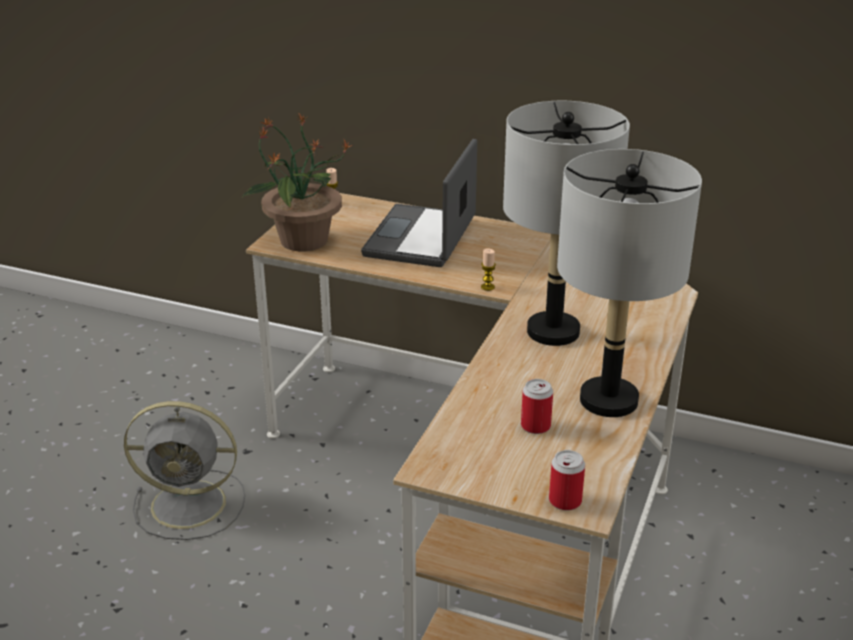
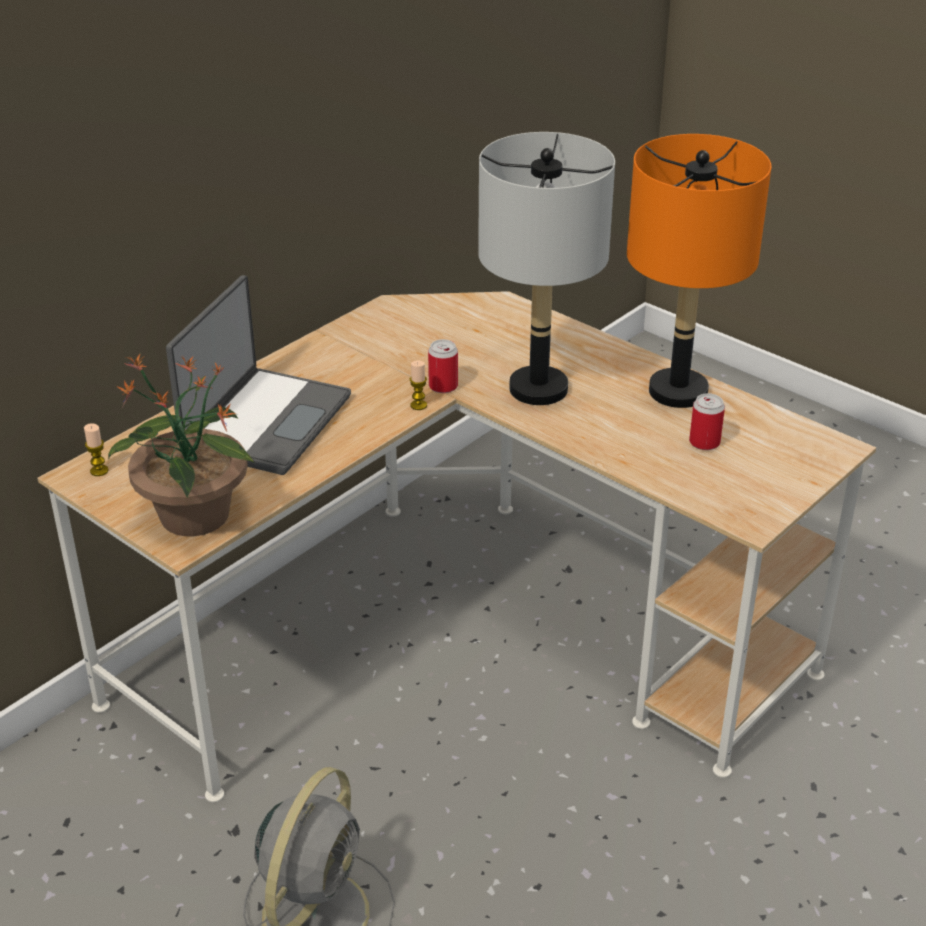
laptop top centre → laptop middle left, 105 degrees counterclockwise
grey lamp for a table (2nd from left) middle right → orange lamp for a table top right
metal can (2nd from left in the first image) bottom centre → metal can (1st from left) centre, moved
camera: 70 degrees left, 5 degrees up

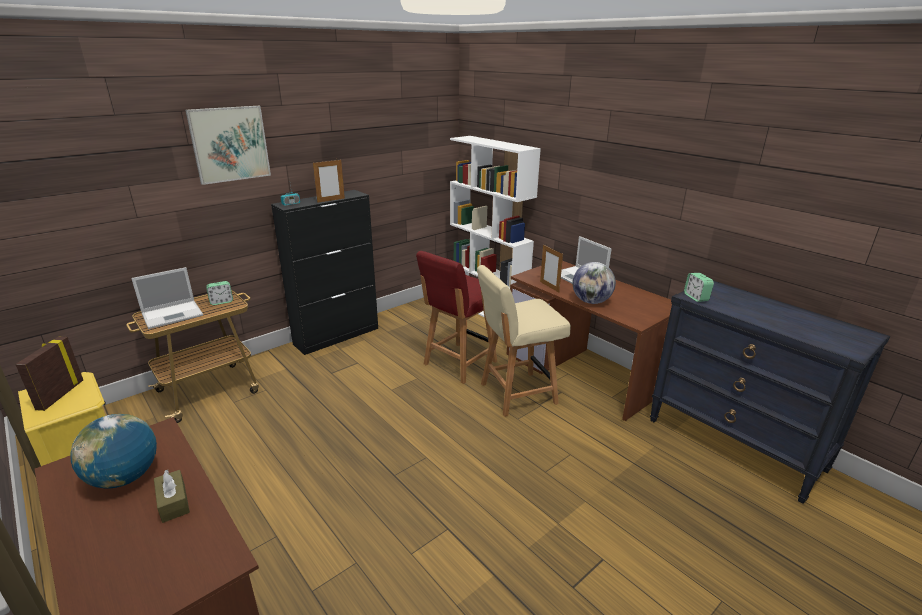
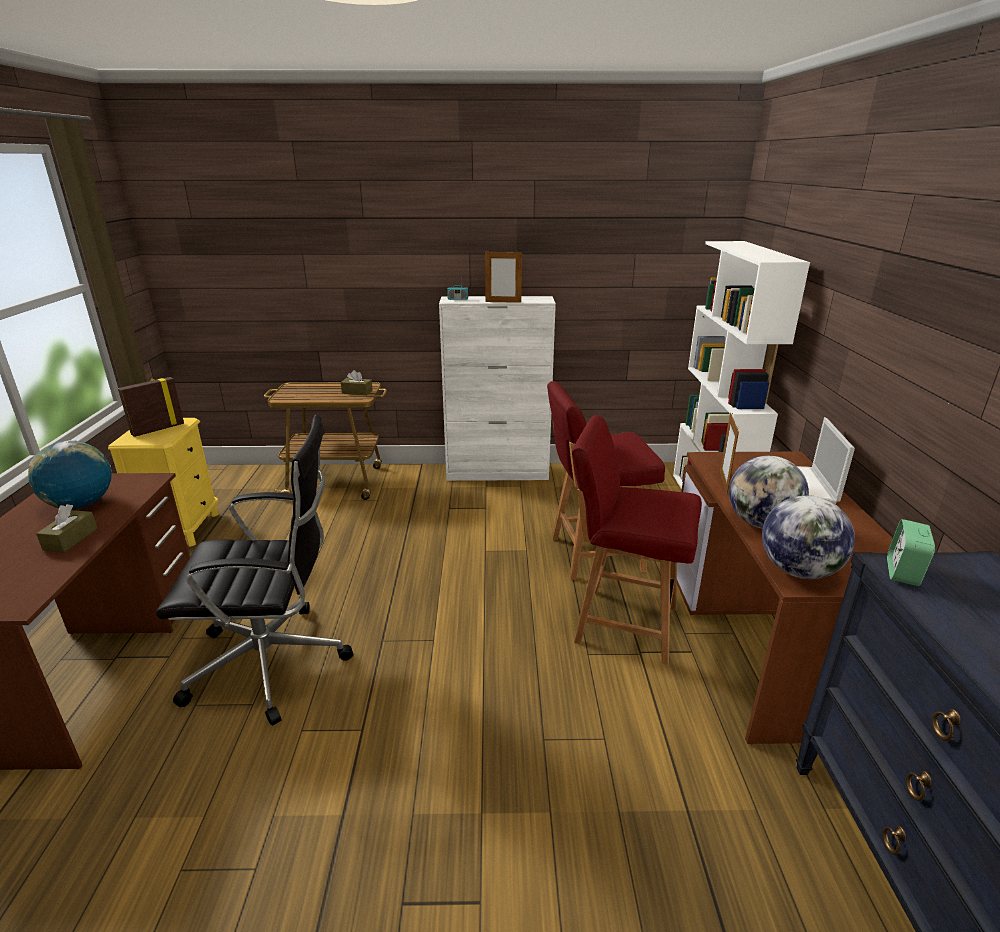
wall art top left → -
blackish storage cabinet centre → white-coloured storage cabinet centre
sand-coloured plain chair centre → red plain chair (2nd from left) centre
laptop (1st from left) middle left → -
bedside clock (1st from left) middle left → brownish box of tissues (2nd from left) centre
- → blackish desk chair middle left
- → desk globe (3rd from left) middle right
camera: 40 degrees right, 0 degrees up

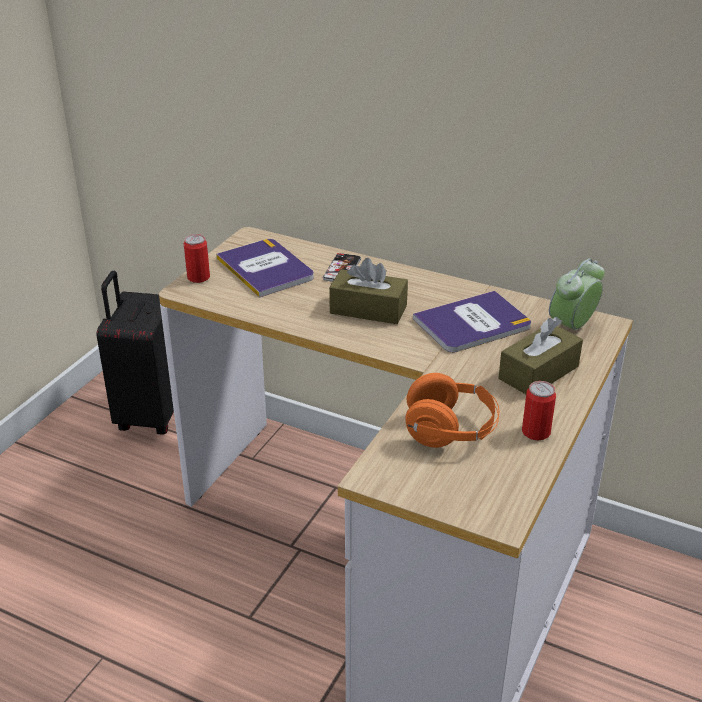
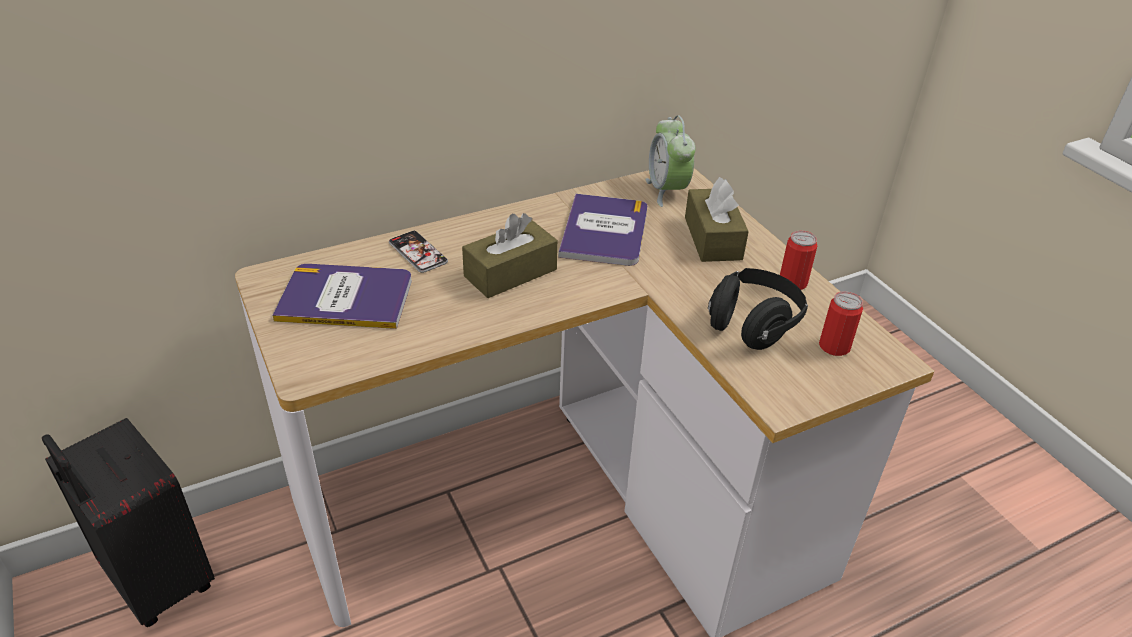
metal can (1st from left in the first image) middle left → metal can (2nd from left) middle right, moved
orange headset centre → blackish headset middle right
camera: 55 degrees left, 5 degrees up

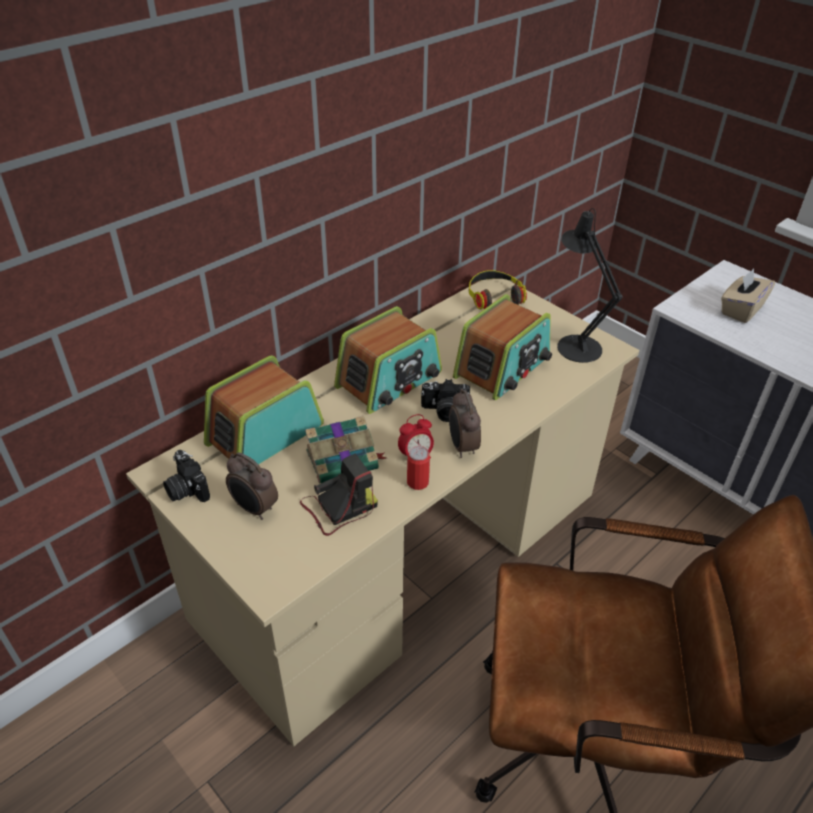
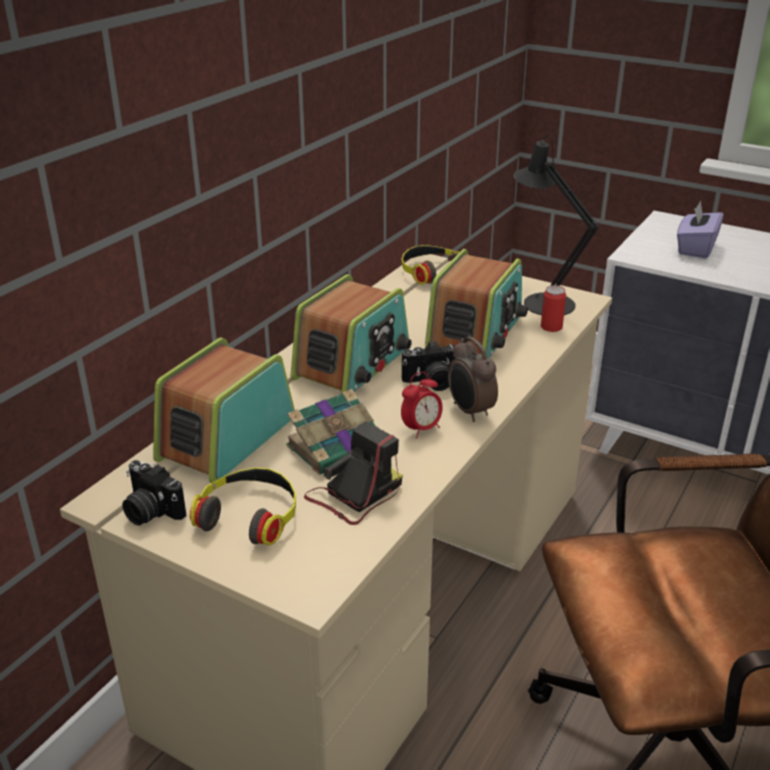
sand-coloured box of tissues middle right → purplish box of tissues top right
metal can centre → metal can middle right, moved
bedside clock (1st from left) middle left → headset (1st from left) middle left
camera: 15 degrees left, 10 degrees down

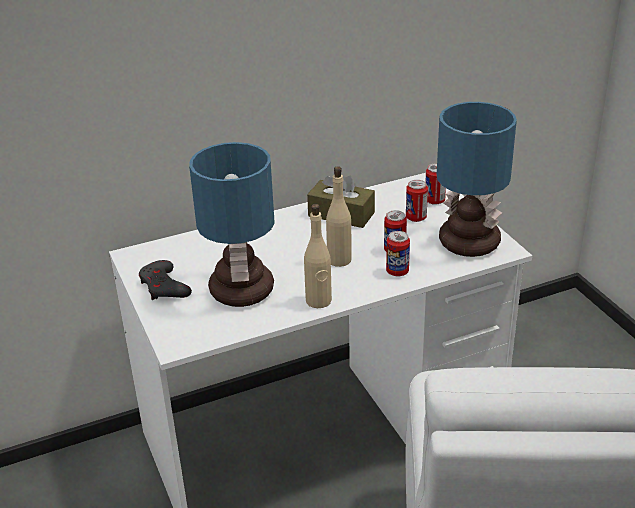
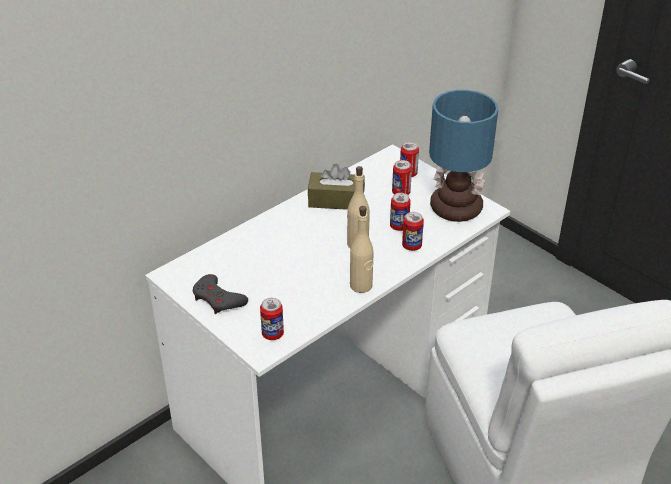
lamp for a table (1st from left) centre → -
- → metal can (1st from left) centre
camera: 20 degrees left, 5 degrees up

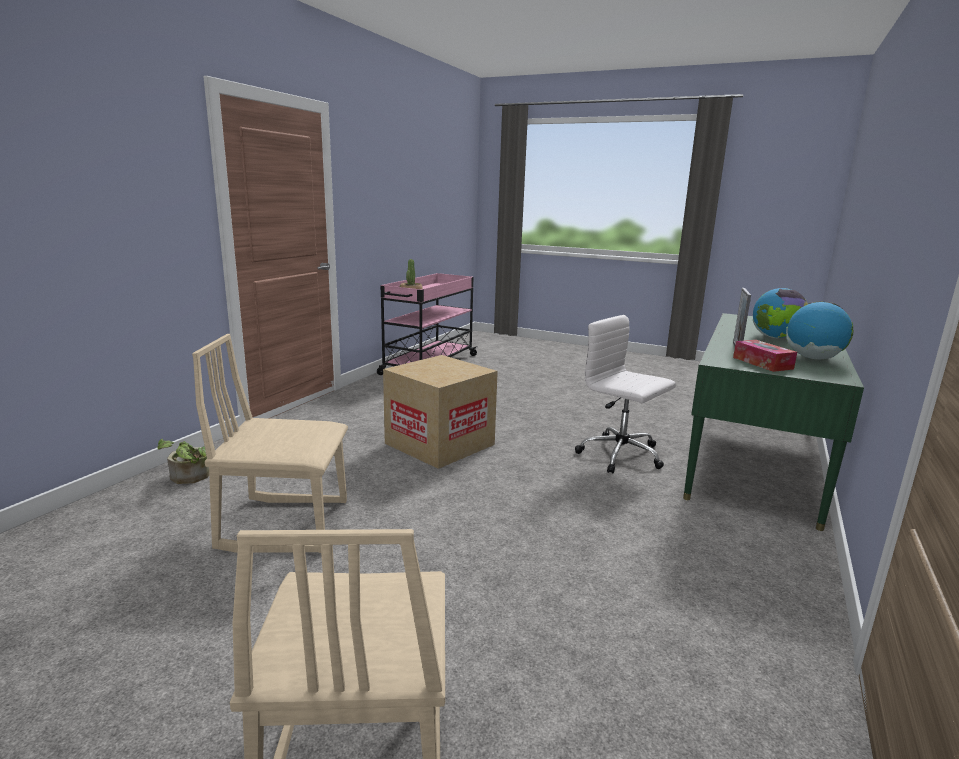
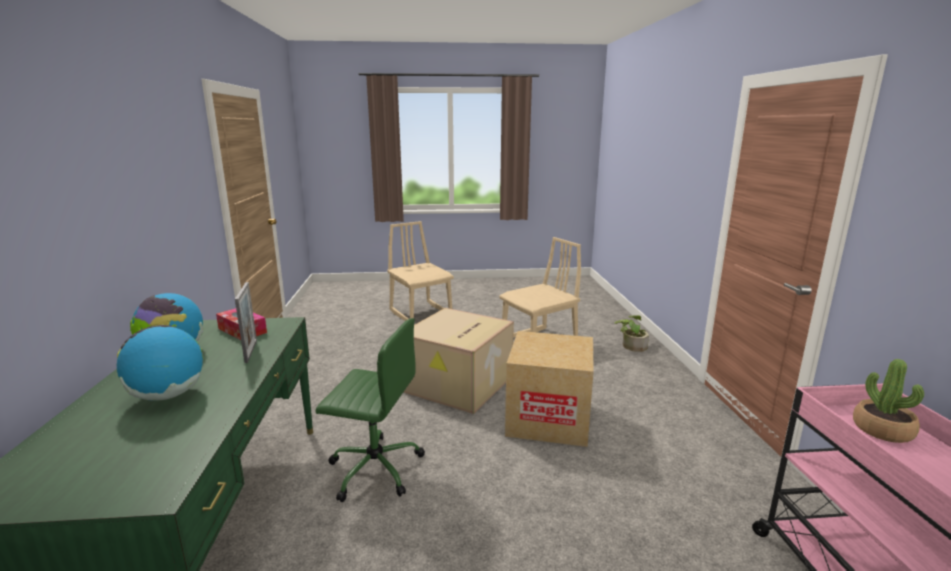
white-coloured desk chair centre → green desk chair bottom centre
- → cardboard box (1st from left) centre
camera: 150 degrees right, 0 degrees up

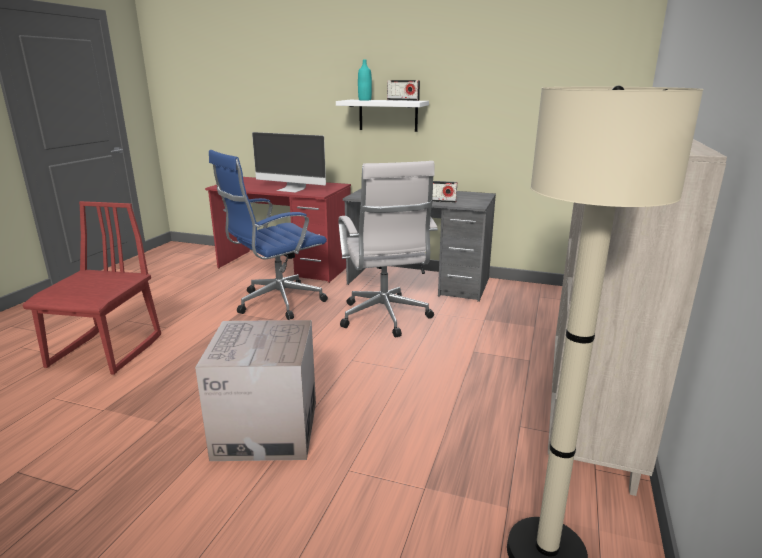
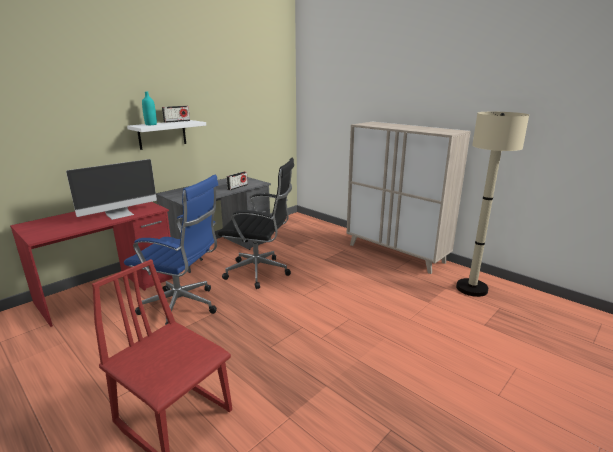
blue desk chair centre → blue desk chair middle left, 60 degrees counterclockwise
white-coloured desk chair centre → blackish desk chair centre
cardboard box bottom centre → -
camera: 65 degrees left, 0 degrees up

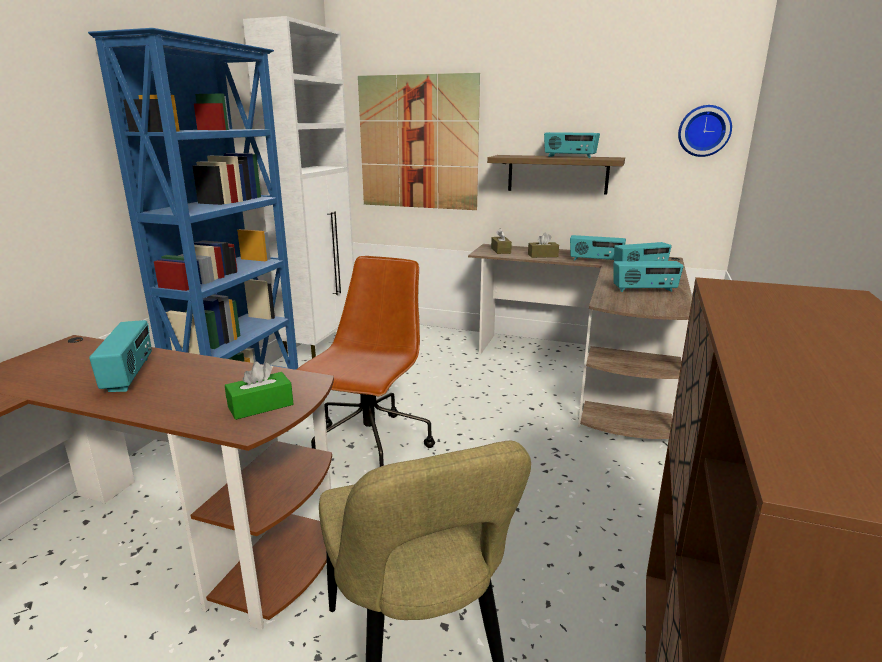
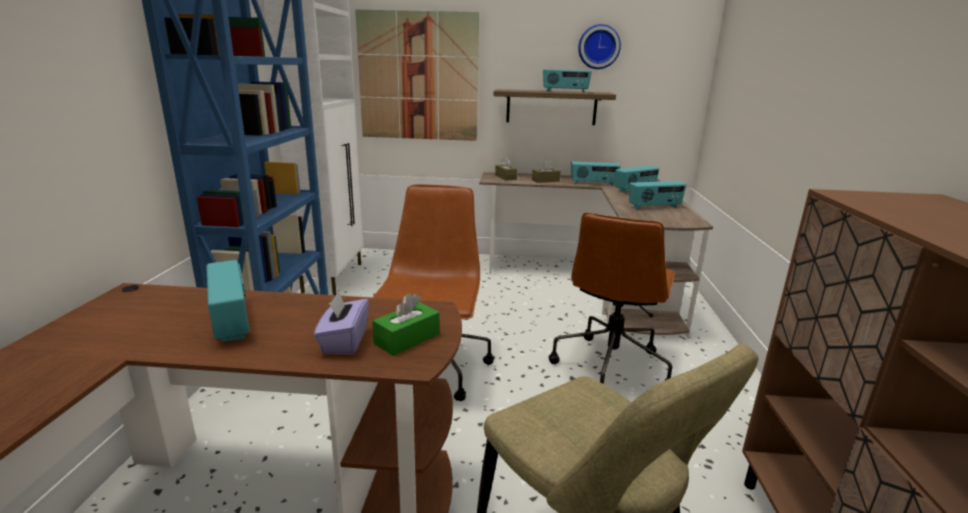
clock on the wall top right → clock on the wall top centre, moved
- → brownish desk chair (2nd from left) centre
- → purplish box of tissues centre
camera: 15 degrees left, 0 degrees up

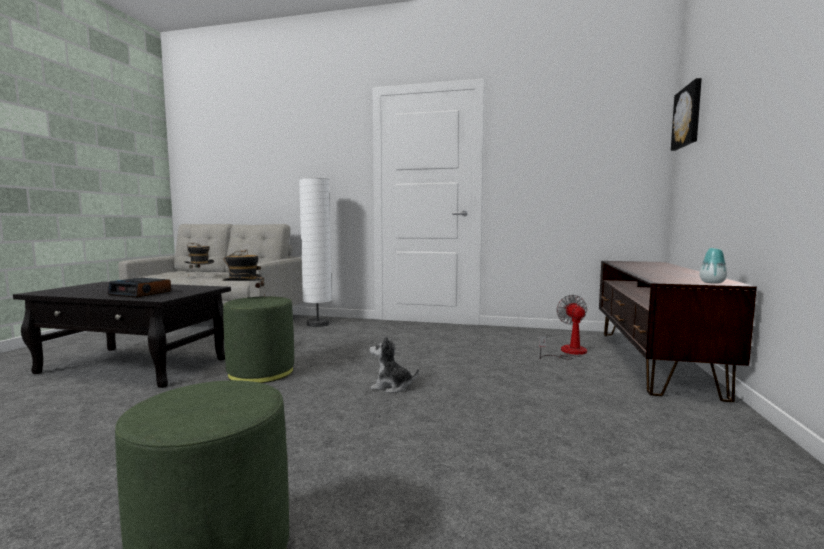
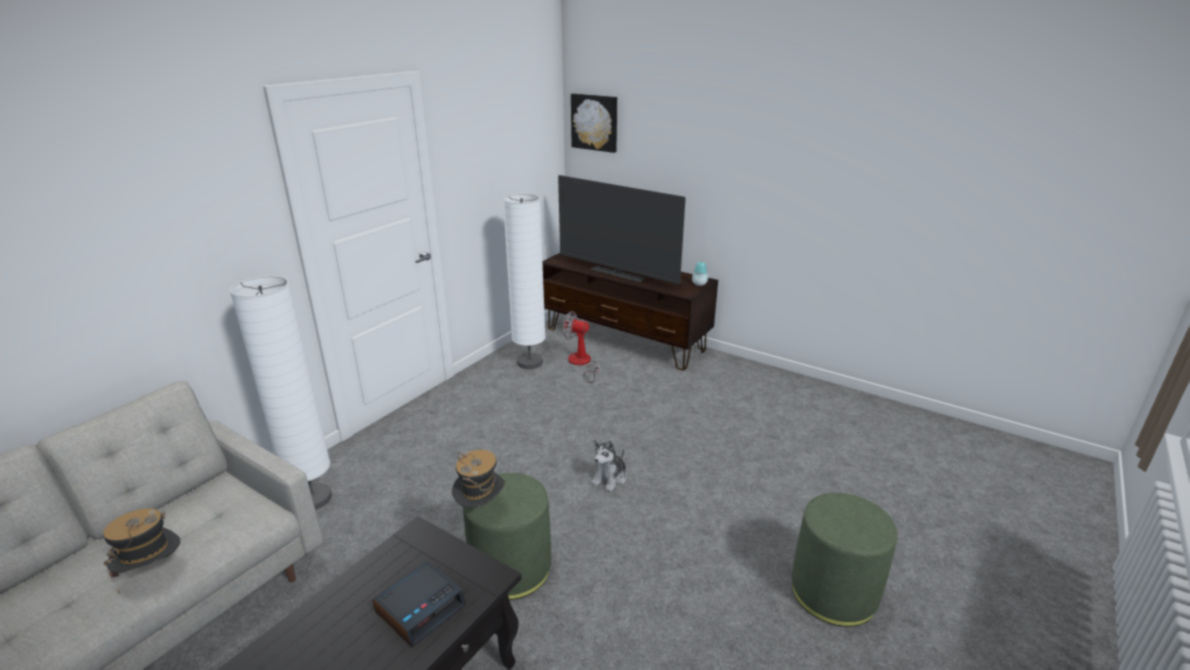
- → TV centre
- → white-coloured floor lamp (2nd from left) centre
camera: 70 degrees left, 20 degrees up

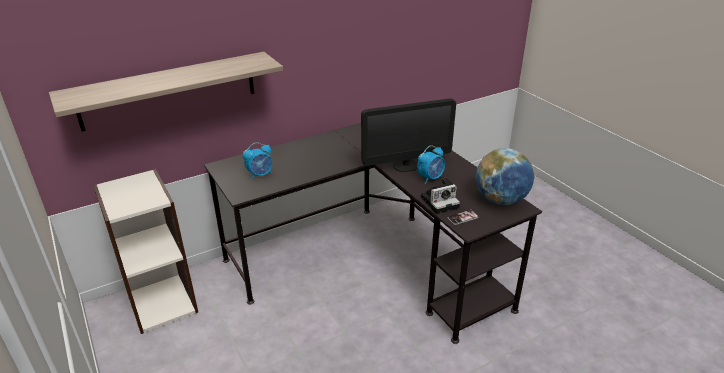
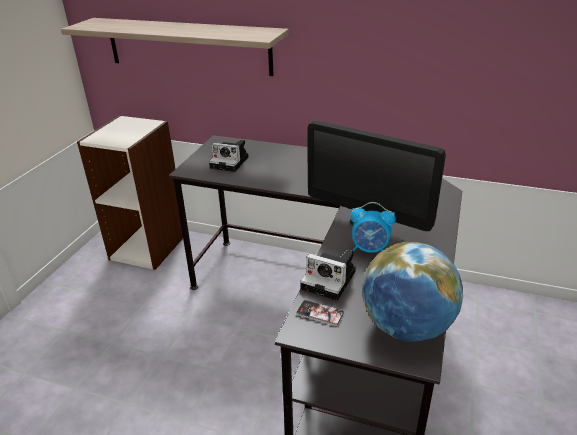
bedside clock (1st from left) centre → photo camera (1st from left) centre
camera: 50 degrees right, 0 degrees up

